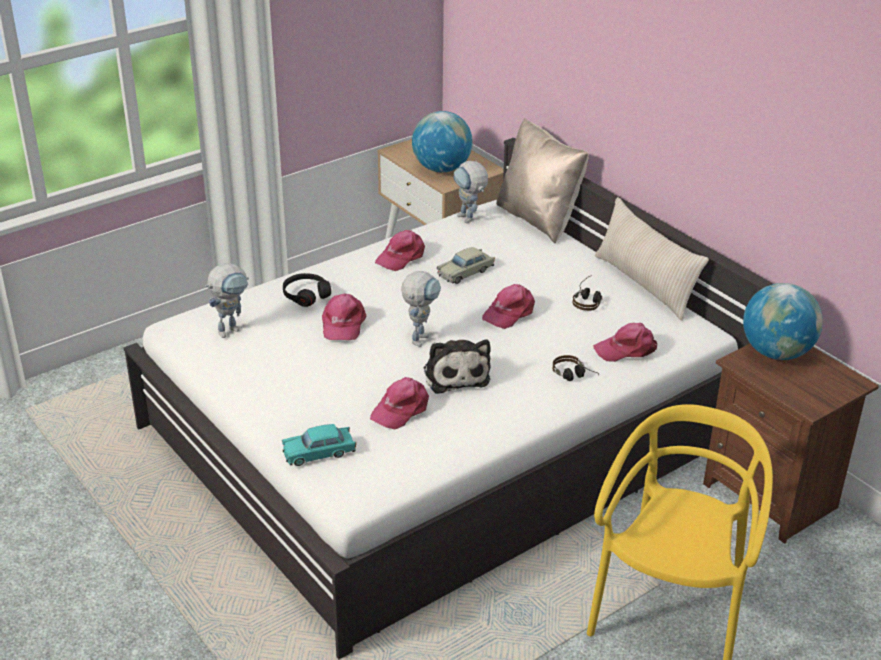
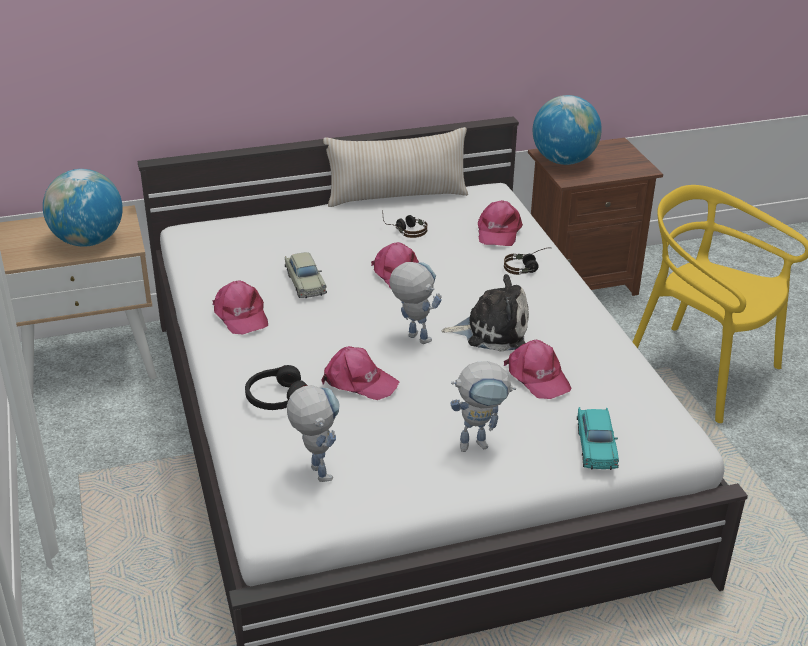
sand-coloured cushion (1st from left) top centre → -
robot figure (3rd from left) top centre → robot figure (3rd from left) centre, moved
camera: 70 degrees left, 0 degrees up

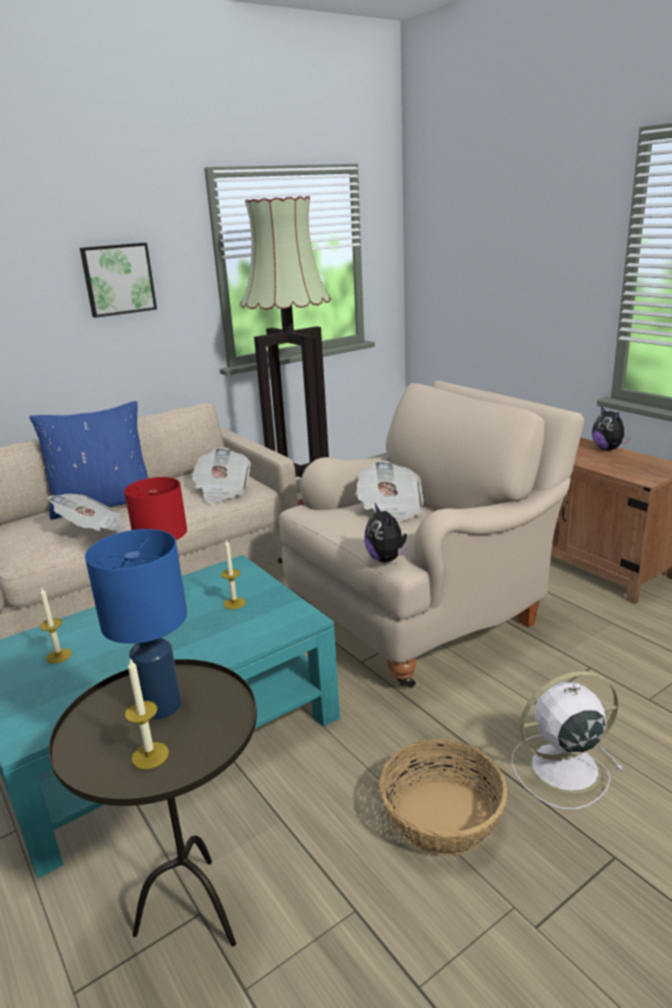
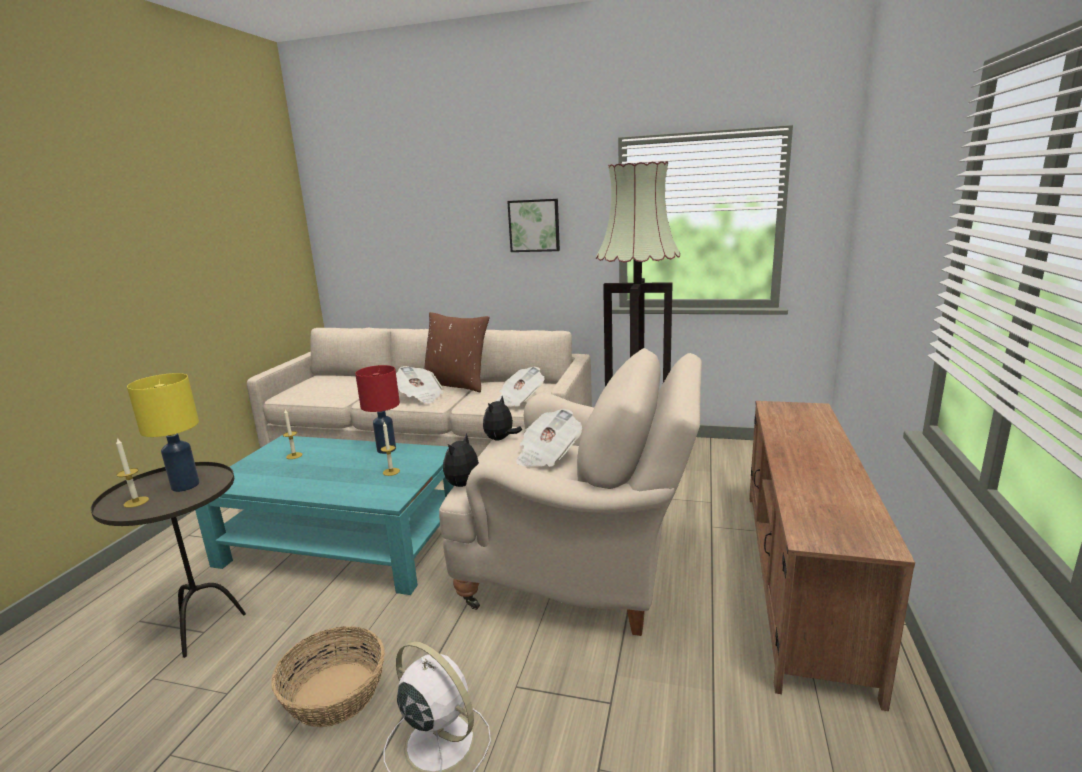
blue cushion middle left → brownish cushion centre
plush toy (2nd from left) middle right → plush toy (2nd from left) centre, moved
blue lamp for a table middle left → yellow lamp for a table middle left
camera: 50 degrees right, 5 degrees down

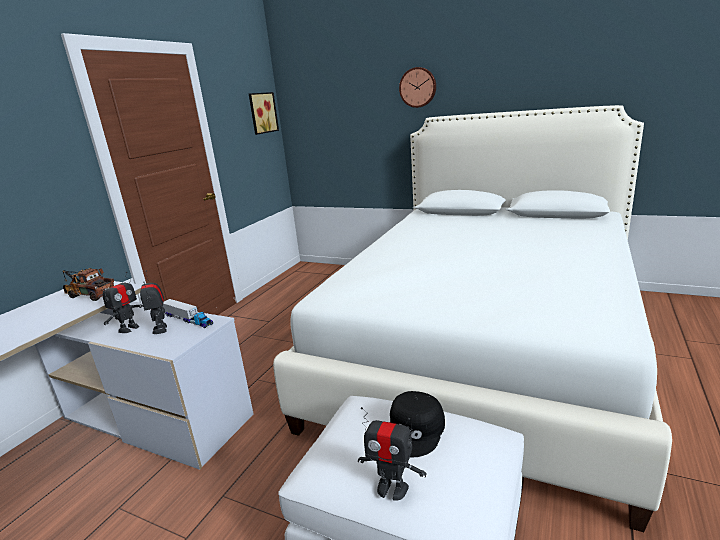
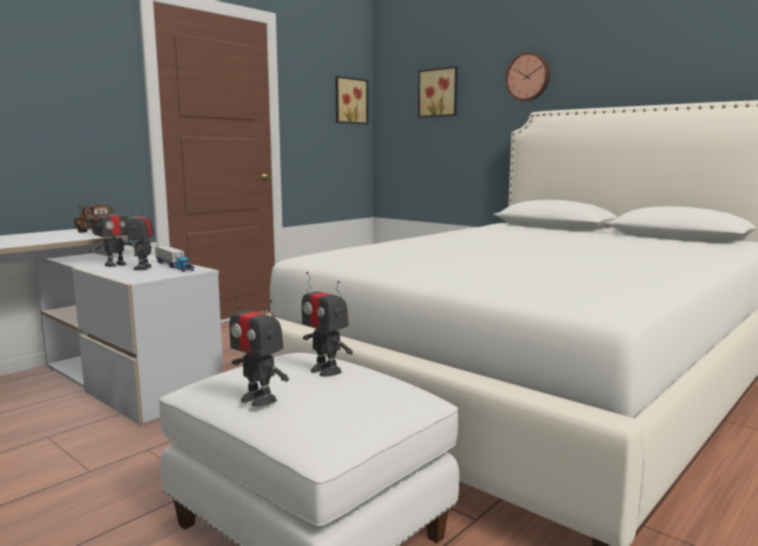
blackish baseball cap bottom centre → robot figure (4th from left) centre
- → wall art (2nd from left) top centre
camera: 15 degrees right, 10 degrees down

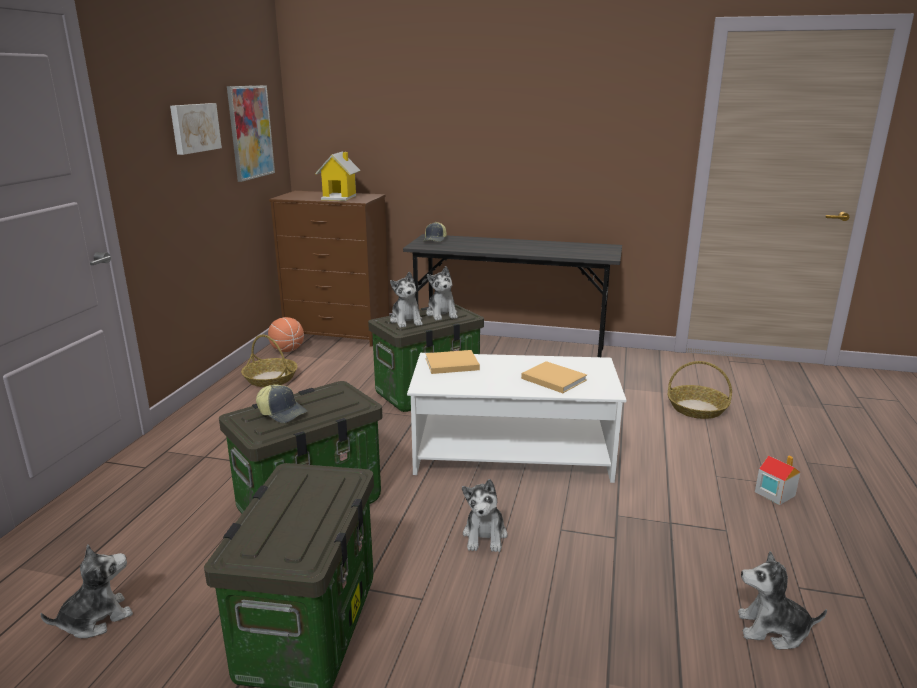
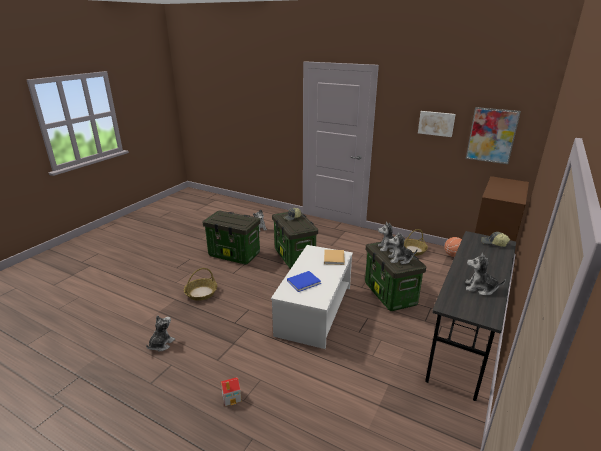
miniature house (1st from left) top centre → -
sand-coloured bound book (2nd from left) centre → blue bound book centre
basket (2nd from left in the first image) middle right → basket (1st from left) middle left, moved
plush toy (4th from left in the first image) bottom centre → plush toy (5th from left) middle right, moved
camera: 105 degrees right, 5 degrees up

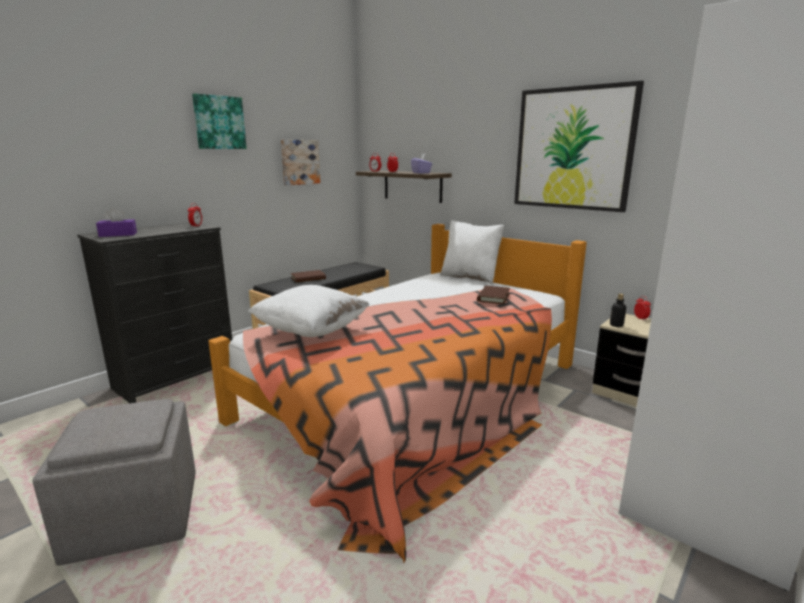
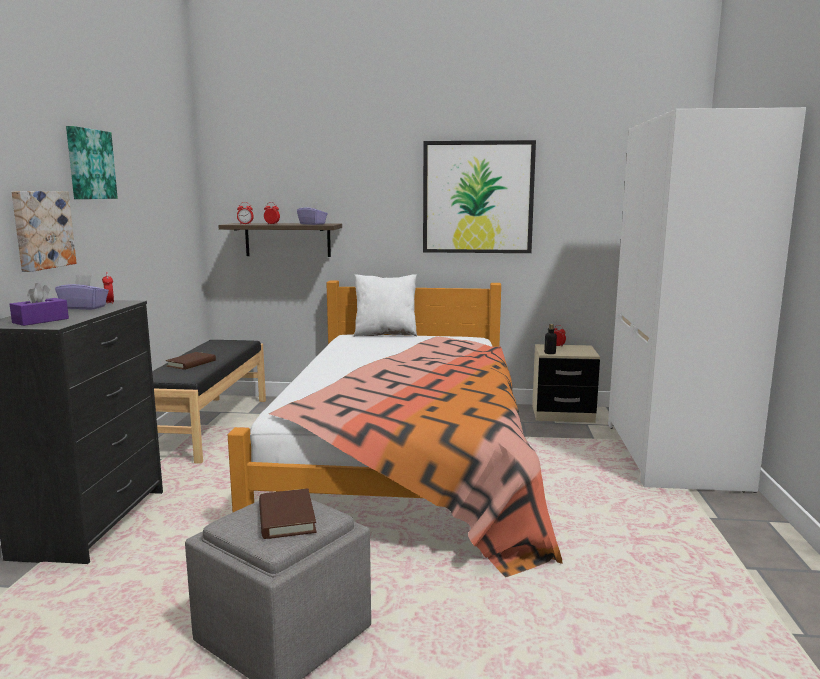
wall art (2nd from left in the first image) top centre → wall art (1st from left) middle left, moved
white-coloured cushion (1st from left) centre → -
brownish bound book (2nd from left) centre → brownish bound book (2nd from left) bottom centre, moved
- → purplish box of tissues (2nd from left) middle left
camera: 35 degrees left, 5 degrees down

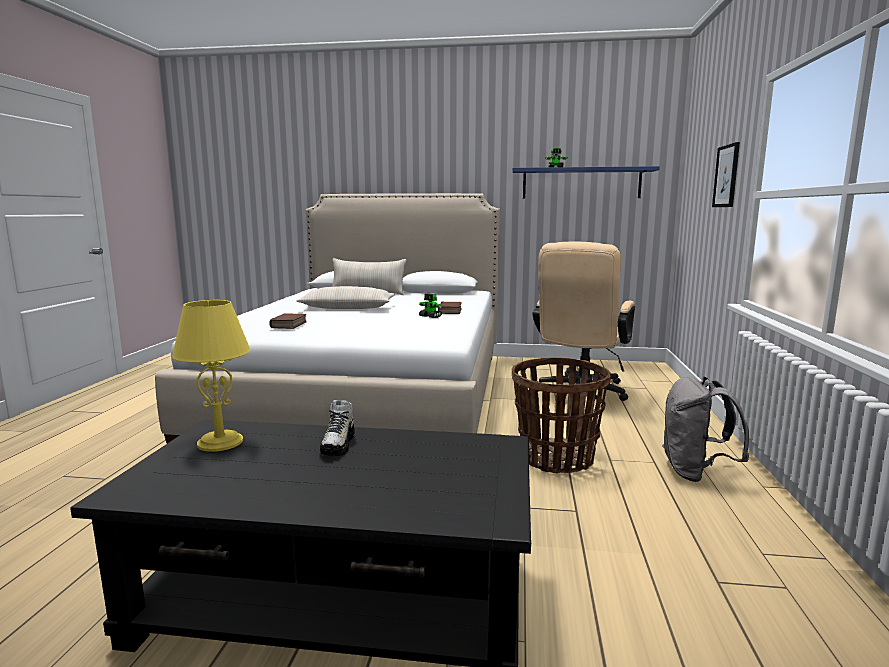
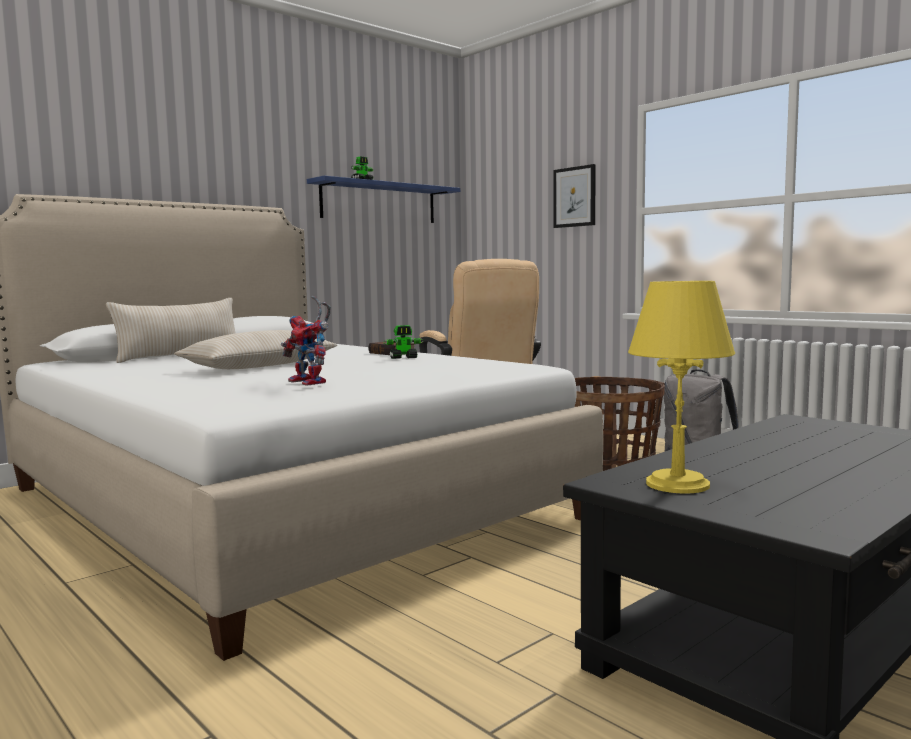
bound book (1st from left) middle left → robot figure (1st from left) centre
item of footwear centre → -
camera: 50 degrees left, 5 degrees down

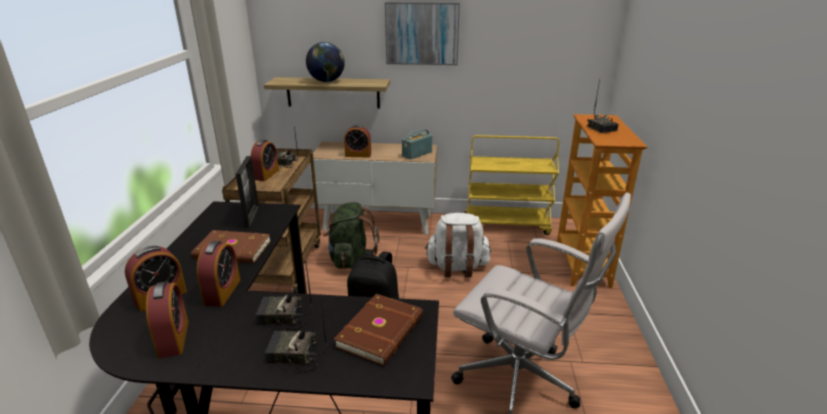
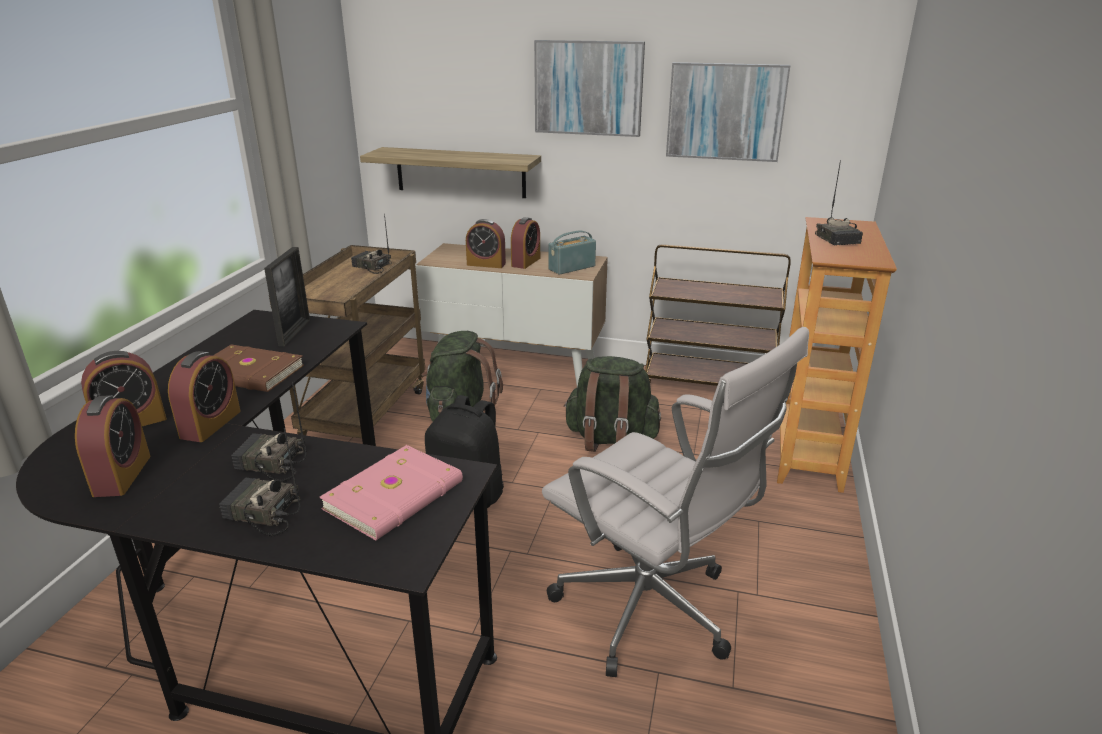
desk globe top centre → -
yellow cart centre → brownish cart (2nd from left) centre
bedside clock (4th from left in the first image) middle left → bedside clock (5th from left) top centre, moved
white-coloured knapsack centre → green knapsack (2nd from left) centre
brownish bound book (2nd from left) bottom centre → pink-coloured bound book bottom centre
- → wall art (2nd from left) top centre
camera: 10 degrees right, 0 degrees up

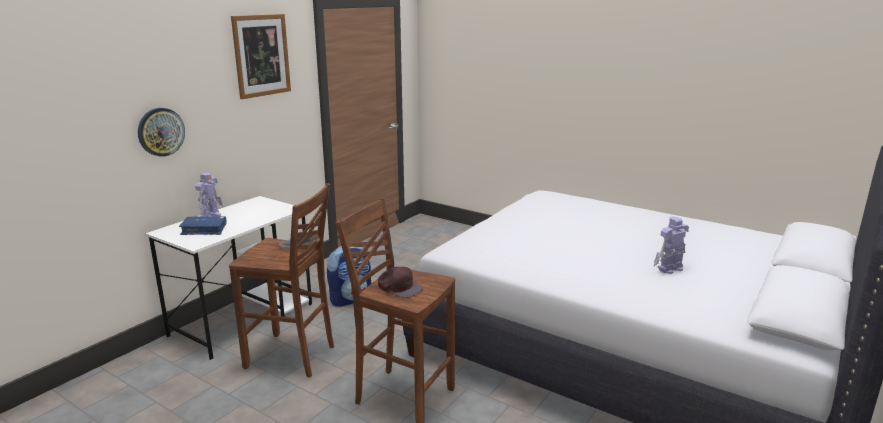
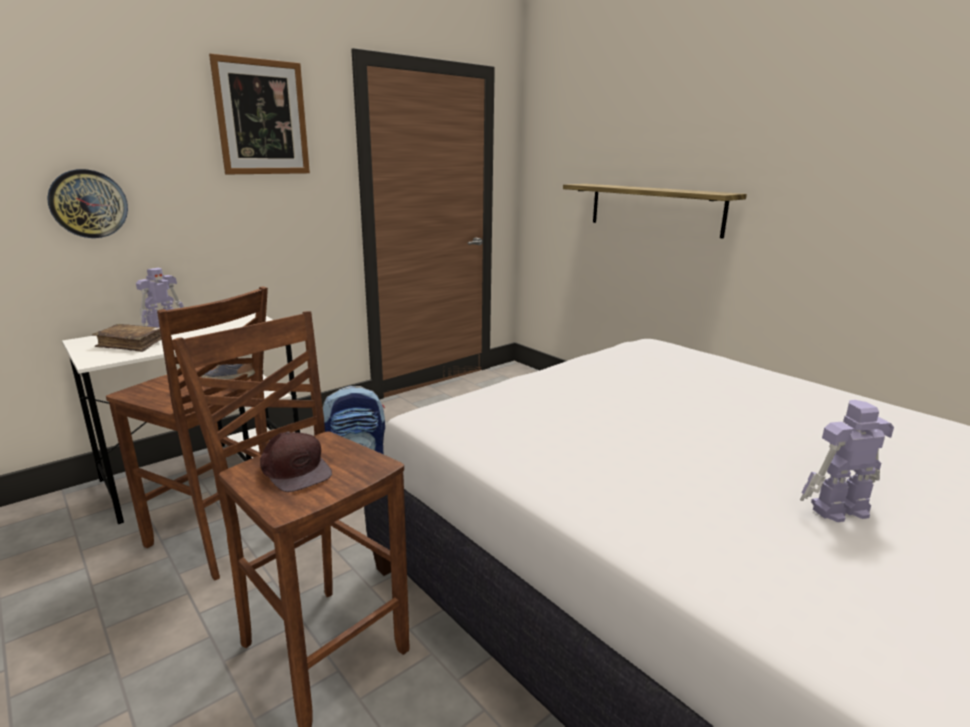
blue bound book middle left → brownish bound book middle left
- → wall shelf top right
camera: 15 degrees right, 0 degrees up

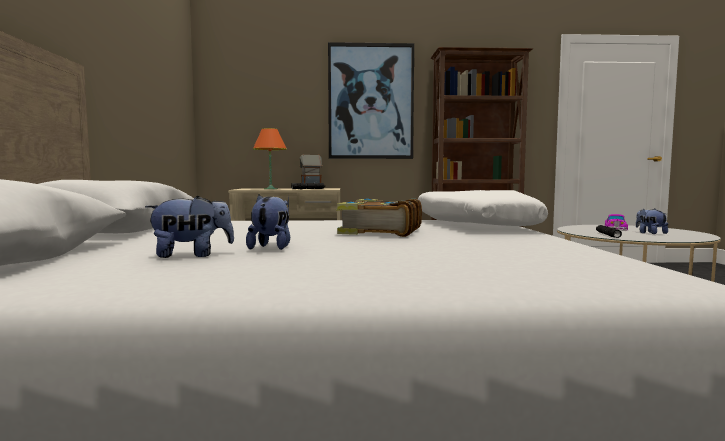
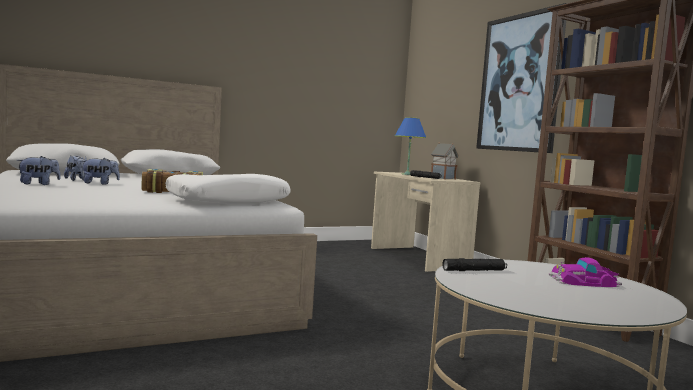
orange lamp for a table centre → blue lamp for a table centre
plush toy (3rd from left in the first image) middle right → plush toy (1st from left) middle left, moved
camera: 65 degrees right, 0 degrees up

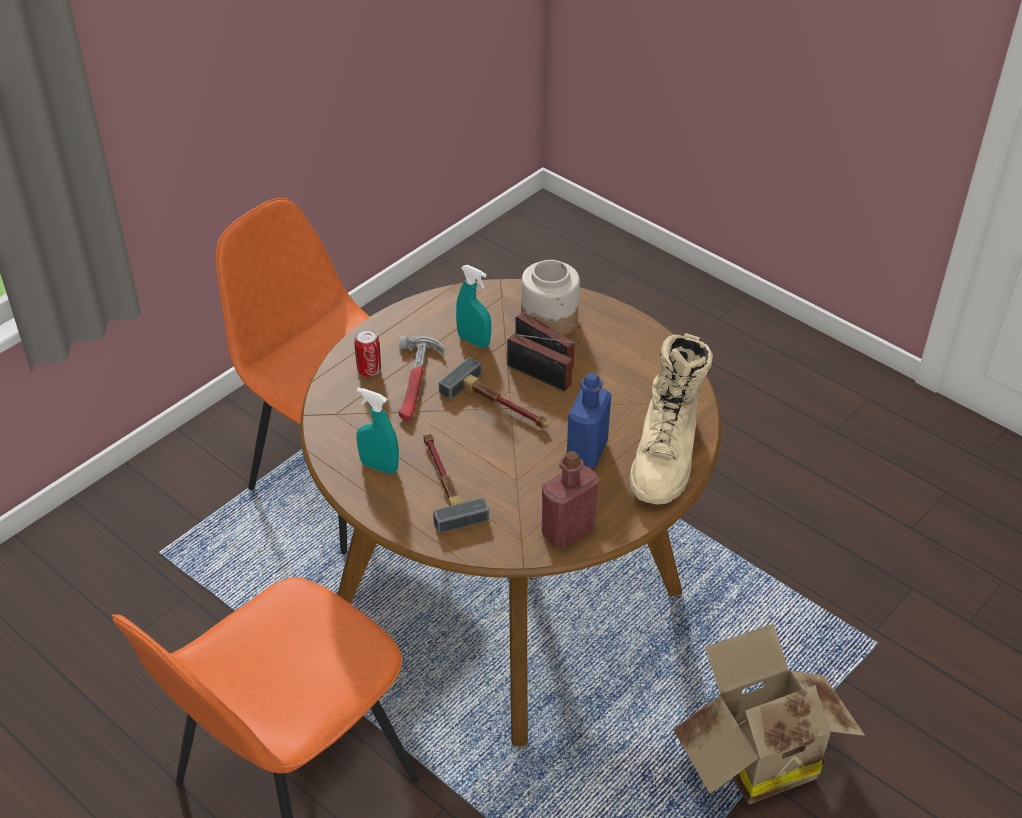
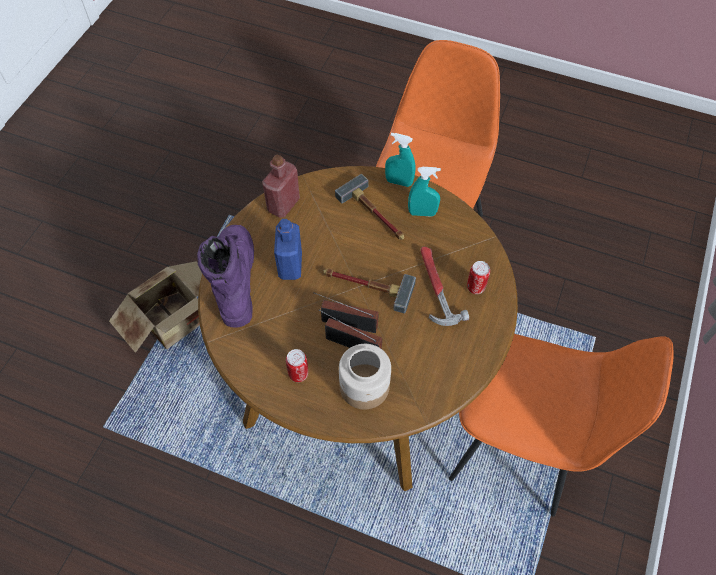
blue-green spray bottle (2nd from left in the first image) centre → blue-green spray bottle (1st from left) top centre, moved
sand-coloured tall boot centre → purplish tall boot middle left
- → metal can (1st from left) centre
camera: 160 degrees right, 15 degrees up

